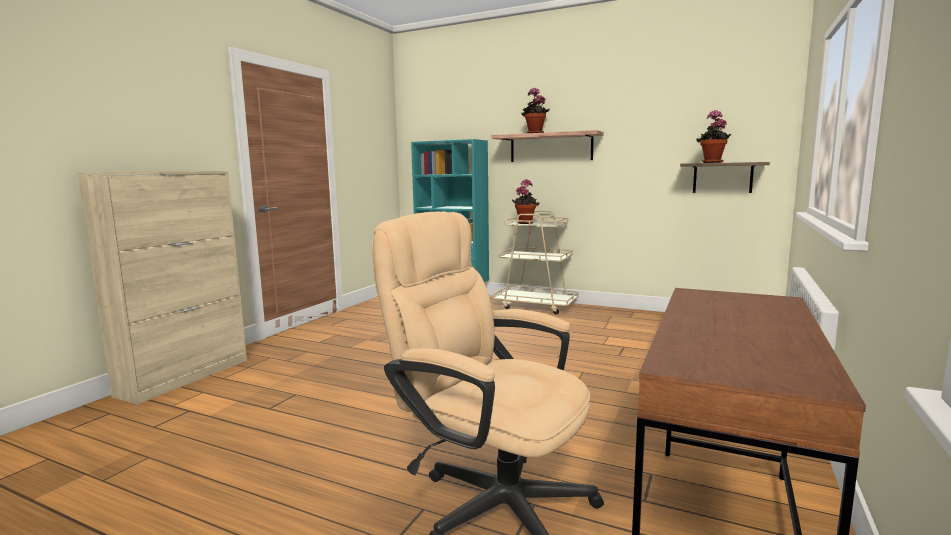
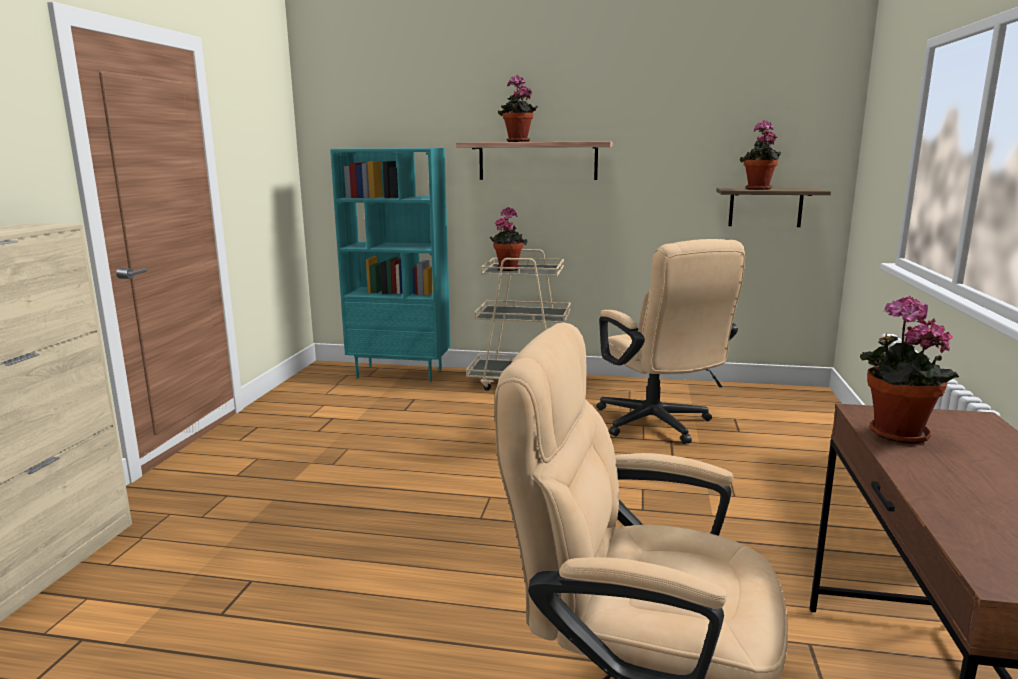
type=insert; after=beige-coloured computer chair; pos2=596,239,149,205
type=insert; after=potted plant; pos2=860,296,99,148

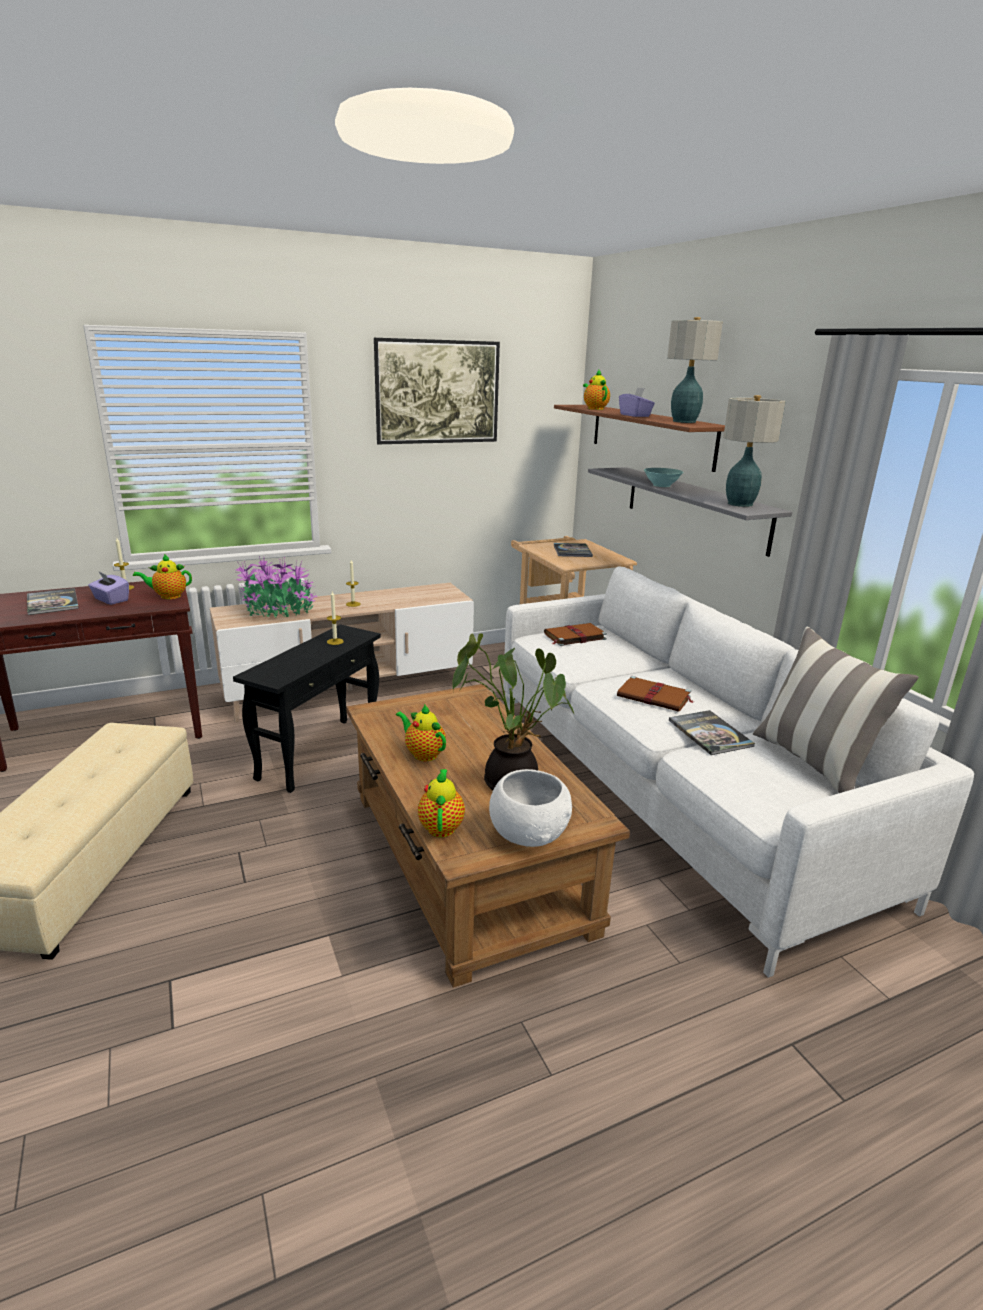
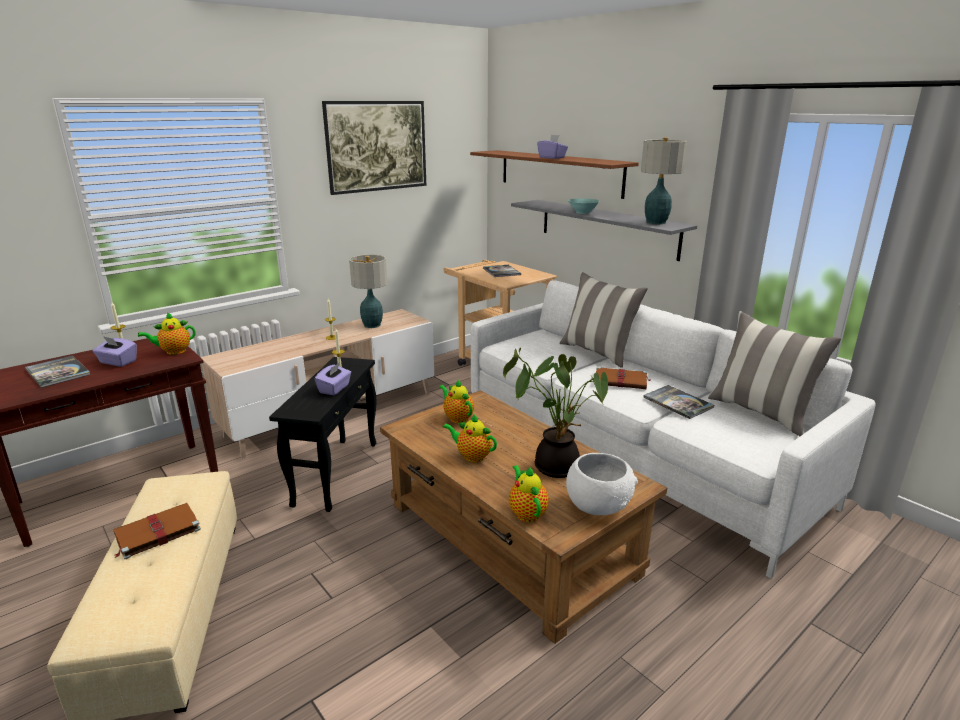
type=move; before=brown-coloured volume; pos1=544,623,63,23; pos2=113,503,88,56
type=insert; after=purple tissue holder; pos2=315,363,36,32
type=move; before=table lamp; pos1=667,317,56,106; pos2=349,255,38,73
type=move; before=pot for tea; pos1=583,370,27,40; pos2=439,380,35,43
type=insert; after=cushion; pos2=559,272,89,96
type=delete; before=potted plant; pos1=236,556,81,62

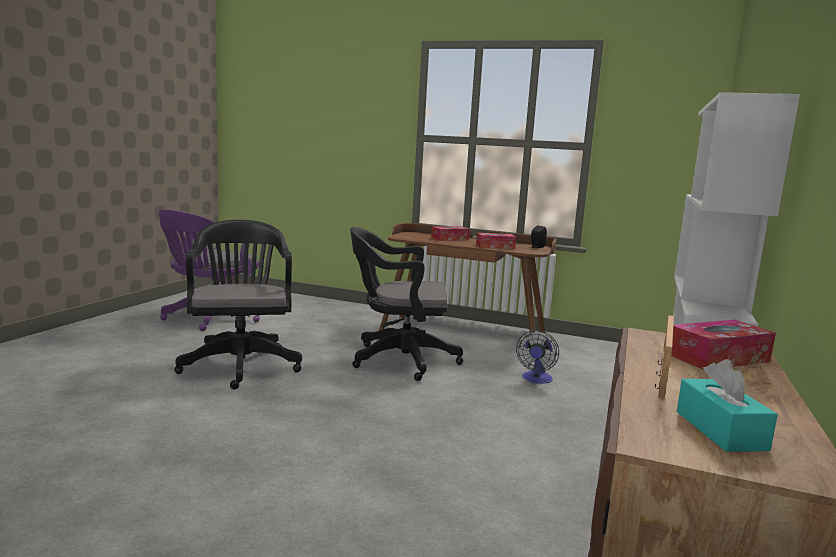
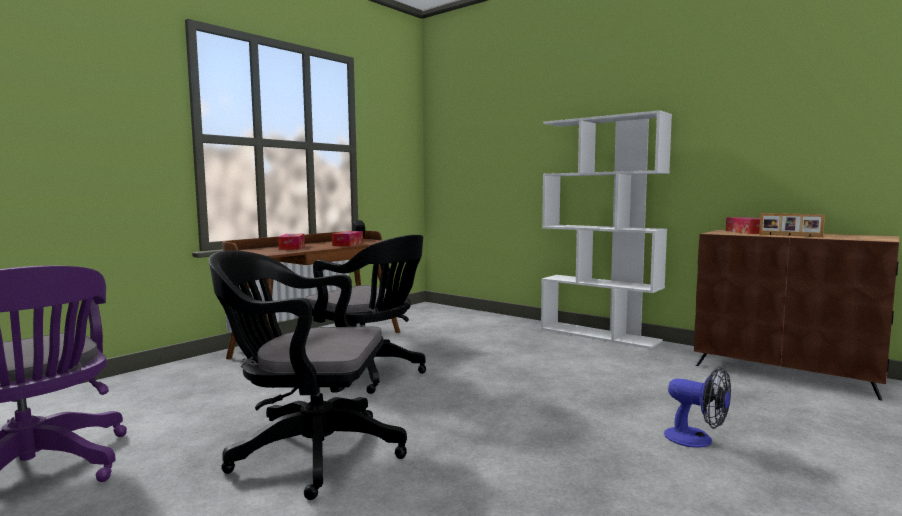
type=rotate; before=black computer chair; pos1=350,227,113,154; pos2=305,235,121,159; turn=-75
type=move; before=cooling fan; pos1=516,330,43,54; pos2=664,368,67,80
type=delete; before=turquoise tissue holder; pos1=677,359,101,93

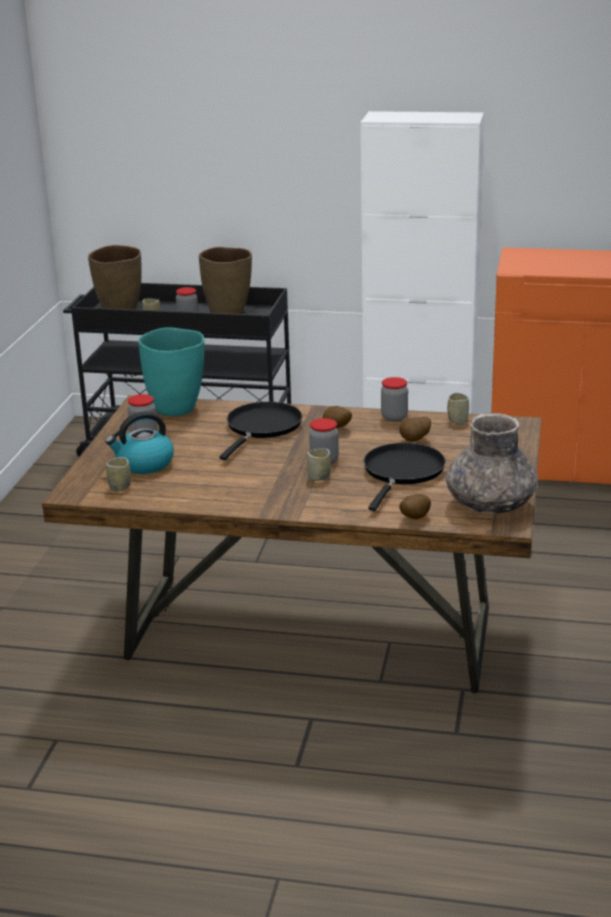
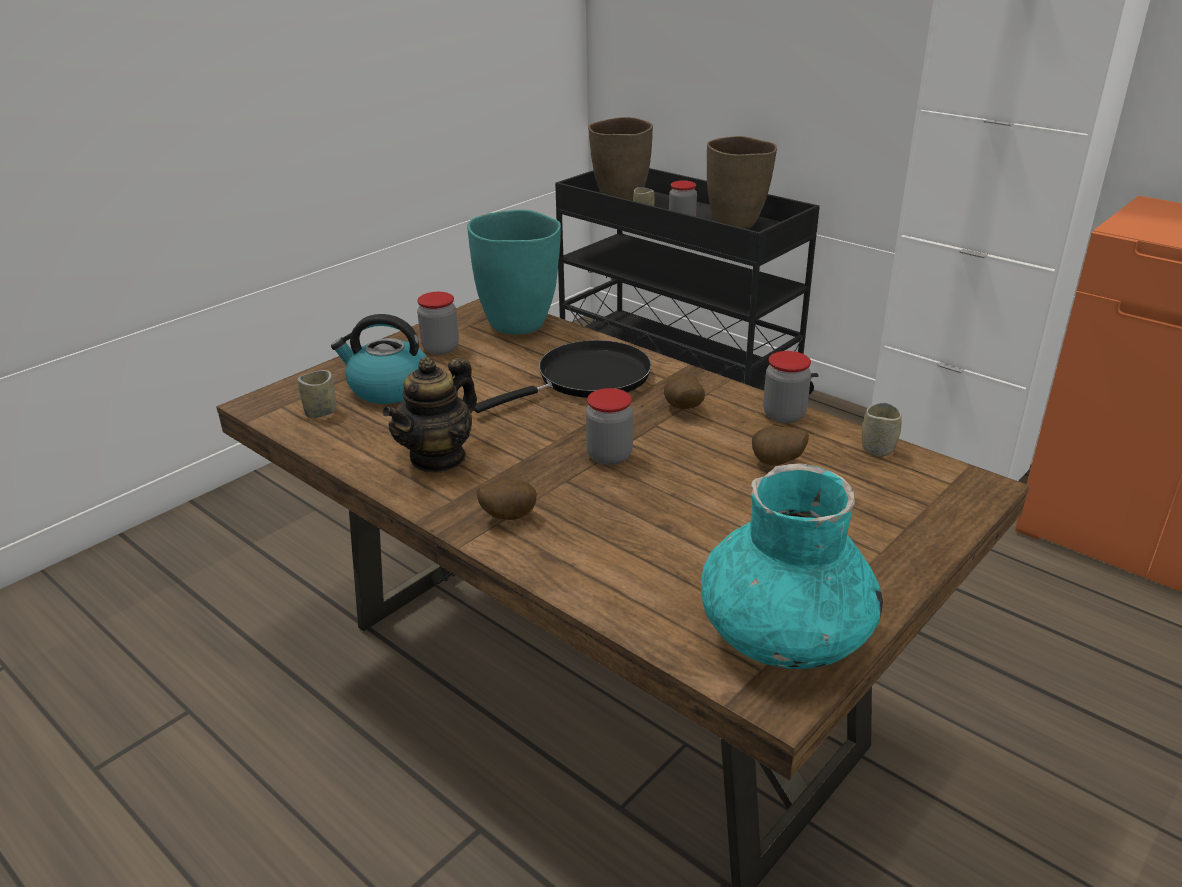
type=insert; after=pot for tea; pos2=382,356,95,117
type=move; before=spud; pos1=399,494,32,25; pos2=477,479,60,41
type=recolor; before=greyish decorative vase; after=turquoise decorative vase; pos1=446,413,92,101; pos2=701,463,182,206
type=delete; before=small cup; pos1=307,448,24,33
type=delete; before=black pan; pos1=363,443,83,68

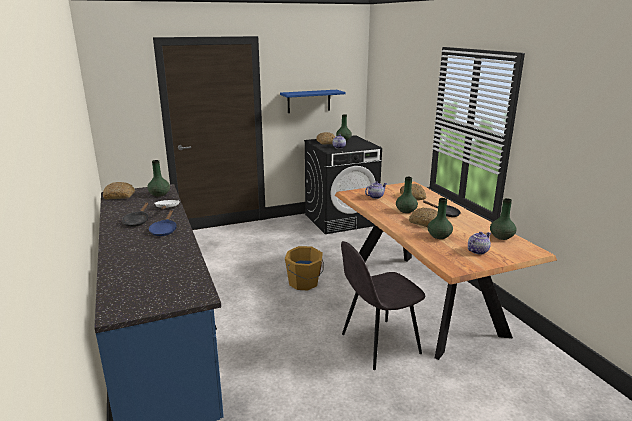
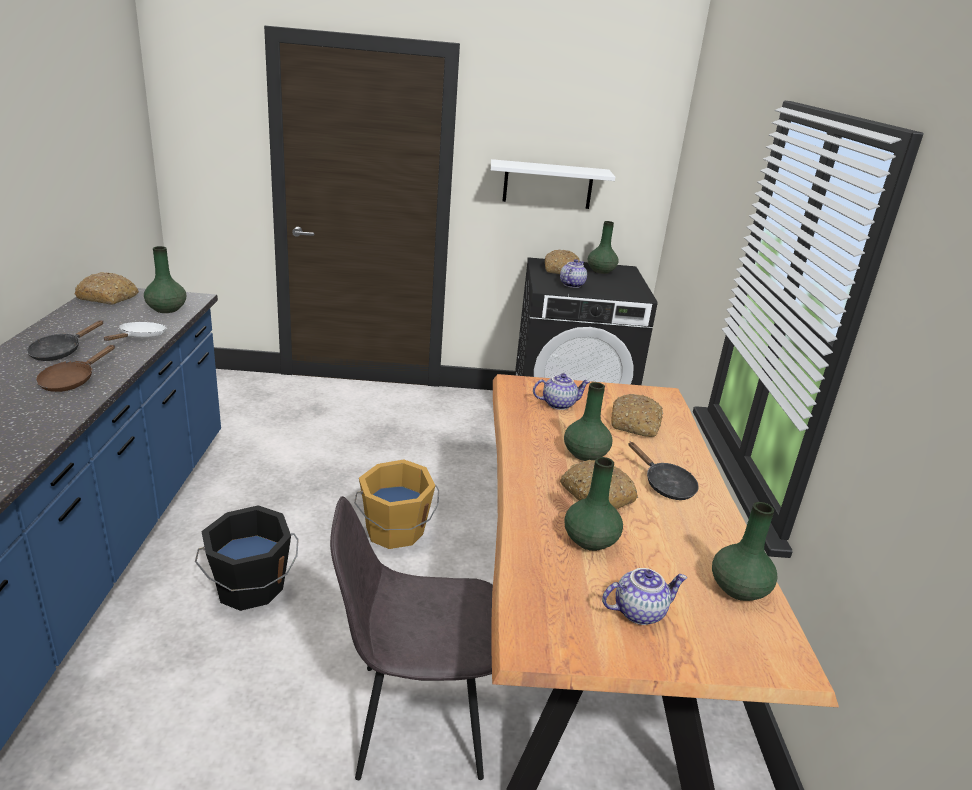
type=recolor; before=bluish pan; after=brown-coloured pan; pos1=149,210,28,26; pos2=36,345,79,47
type=insert; after=black bucket; pos2=195,505,104,106
type=recolor; before=bluish bracket shelf; after=whitish bracket shelf; pos1=280,90,66,23; pos2=491,159,124,50

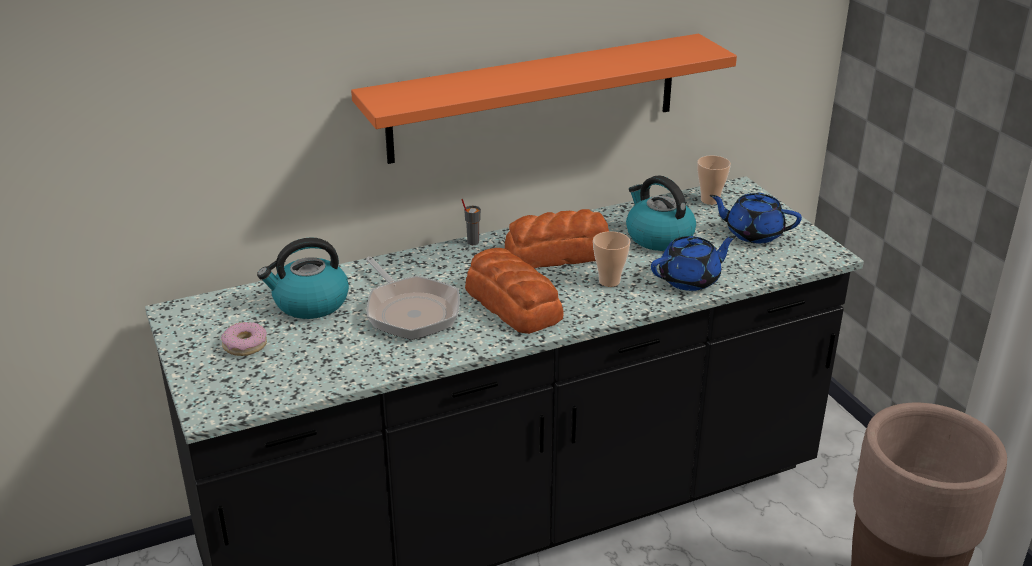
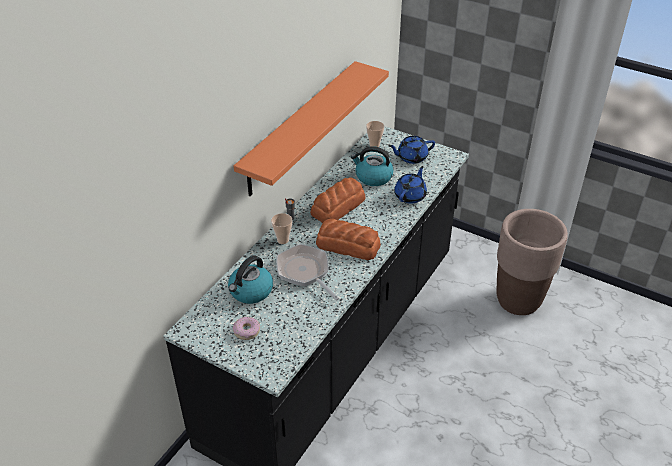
type=move; before=small cup; pos1=593,231,38,56; pos2=271,213,21,31
type=rotate; before=pan; pos1=366,257,94,83; pos2=276,244,63,57; turn=-150

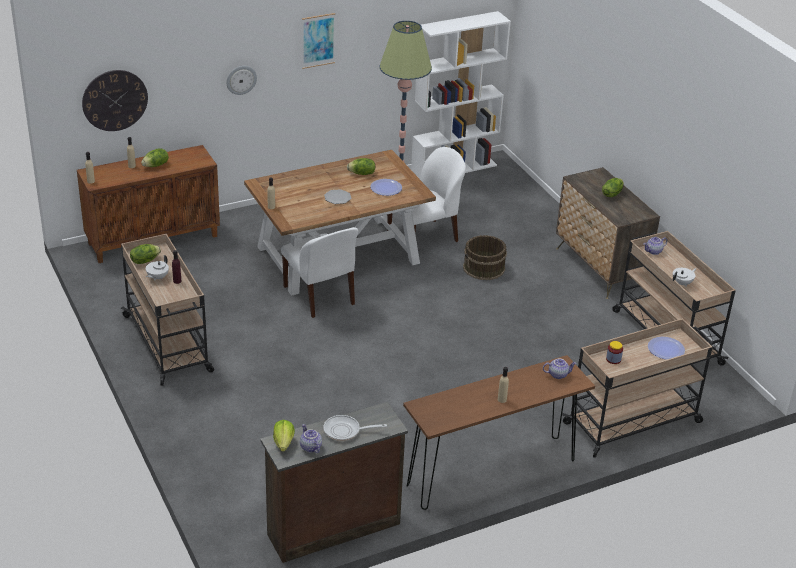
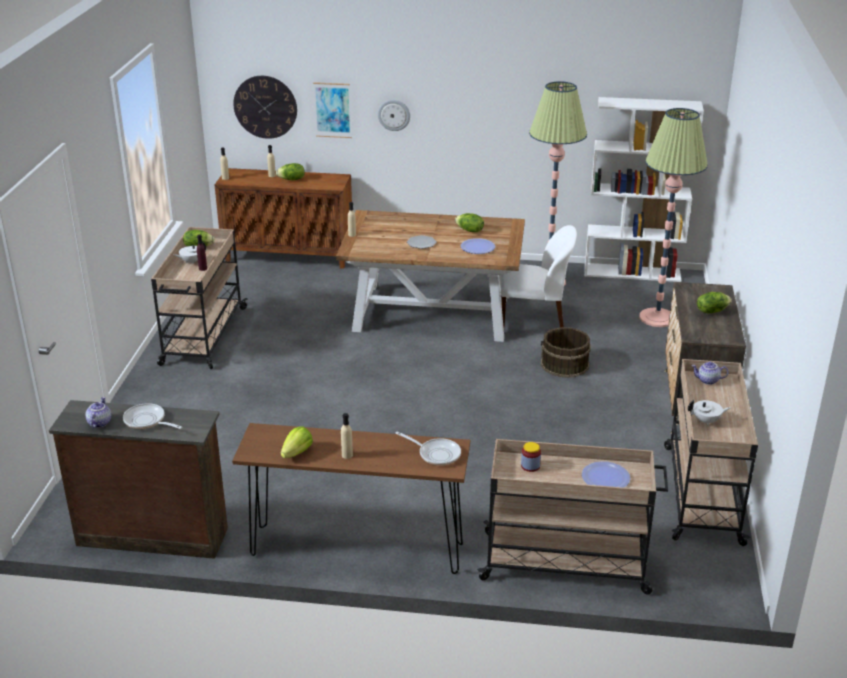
type=move; before=lettuce; pos1=273,420,22,32; pos2=281,426,32,32
type=move; before=wall art; pos1=302,13,34,56; pos2=313,82,39,56
type=replace; before=pot for tea; after=pan; pos1=543,359,34,20; pos2=395,432,66,34
type=insert; after=standard lamp; pos2=639,108,69,219
type=delete; before=whitish chair; pos1=281,227,77,91

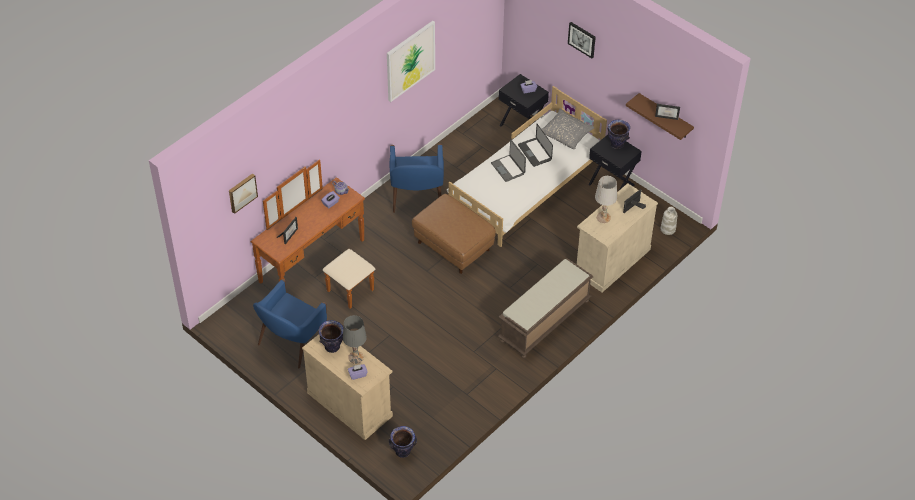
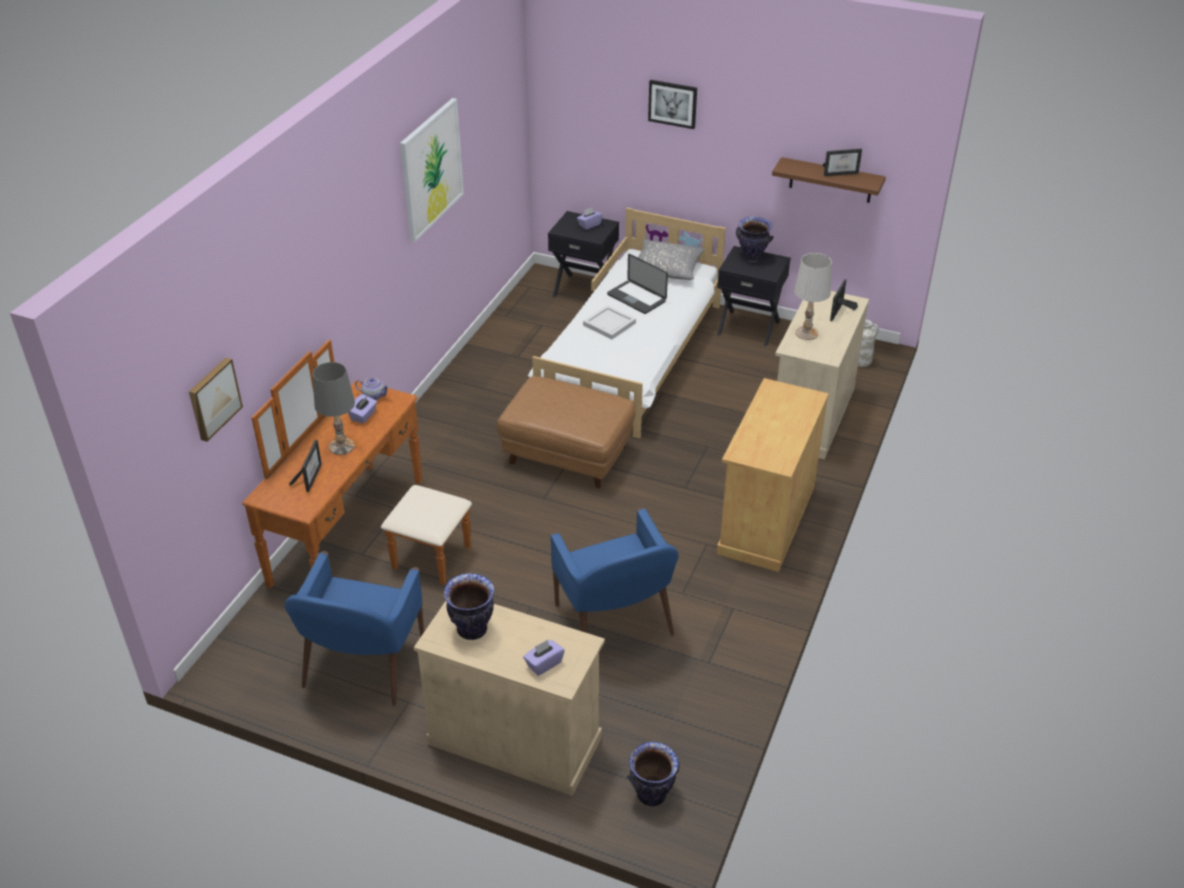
type=move; before=greyish table lamp; pos1=343,315,24,49; pos2=313,362,42,93
type=move; before=bluish lounge chair; pos1=390,144,54,69; pos2=550,507,129,129
type=replace; before=laptop; after=whitish tray; pos1=491,140,35,42; pos2=583,305,53,34
type=replace; before=brown-coloured long seat; after=beige-coloured storage cabinet; pos1=498,258,96,100; pos2=717,378,112,194

